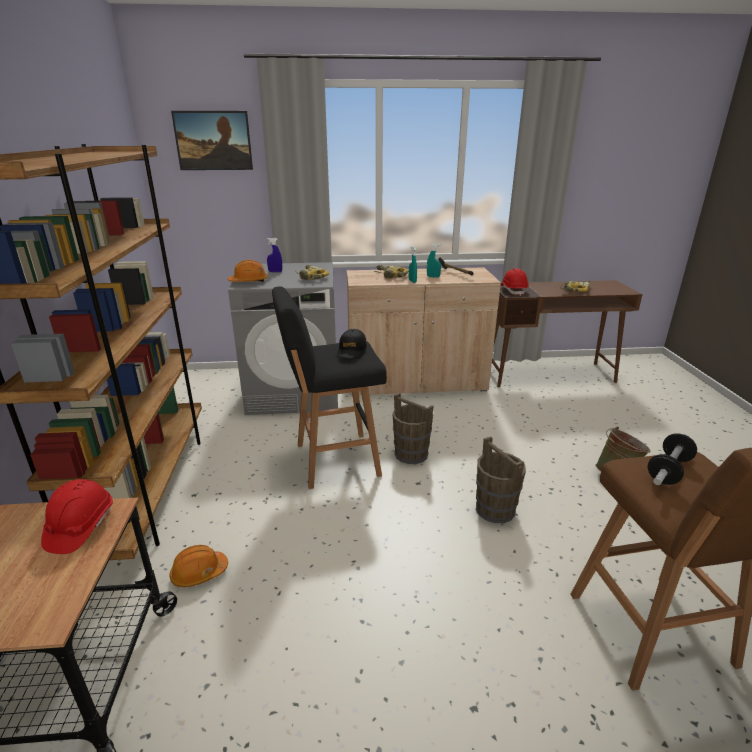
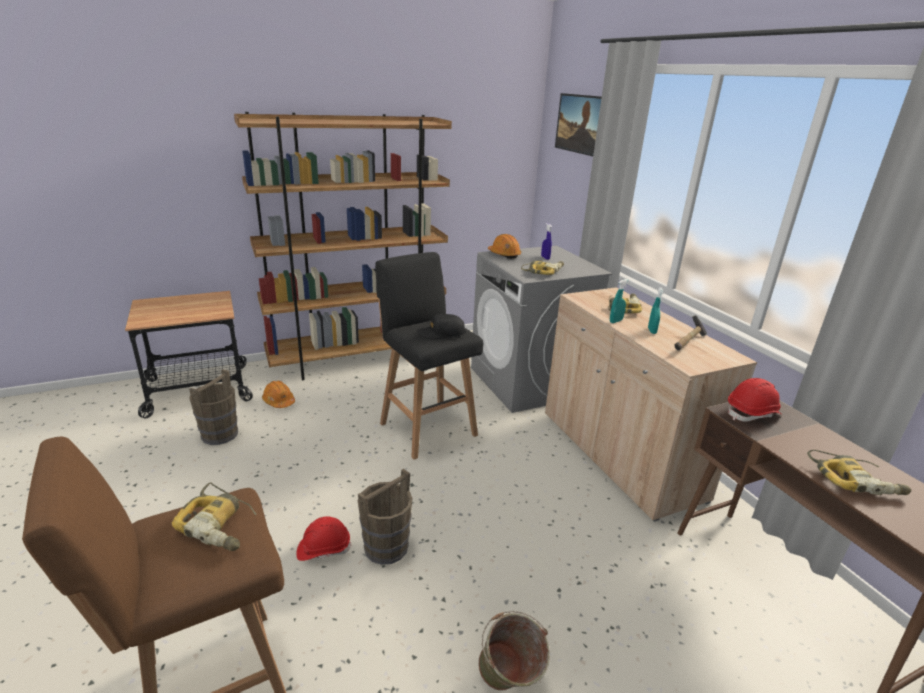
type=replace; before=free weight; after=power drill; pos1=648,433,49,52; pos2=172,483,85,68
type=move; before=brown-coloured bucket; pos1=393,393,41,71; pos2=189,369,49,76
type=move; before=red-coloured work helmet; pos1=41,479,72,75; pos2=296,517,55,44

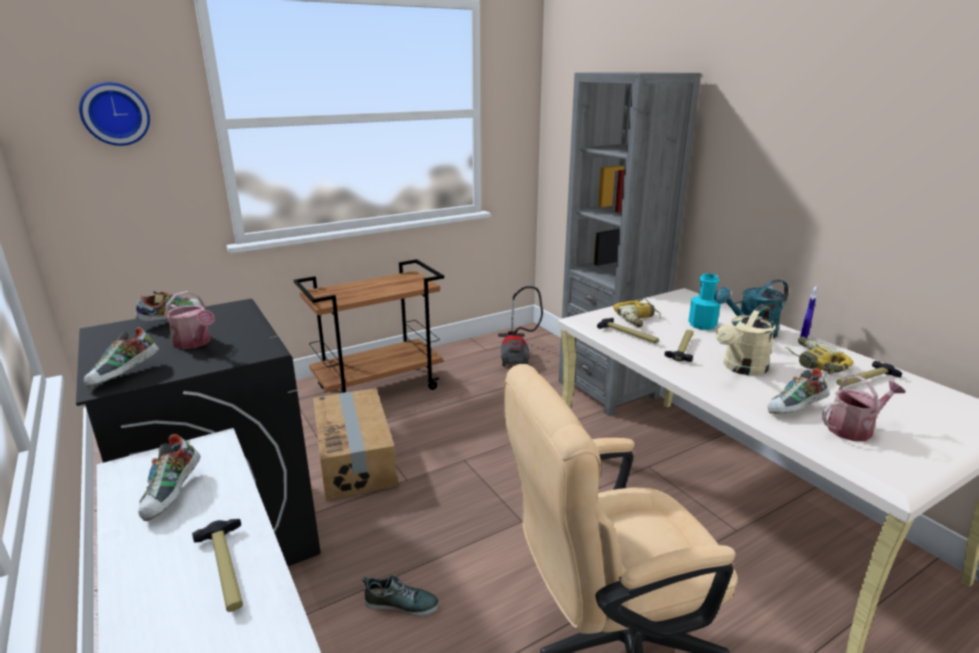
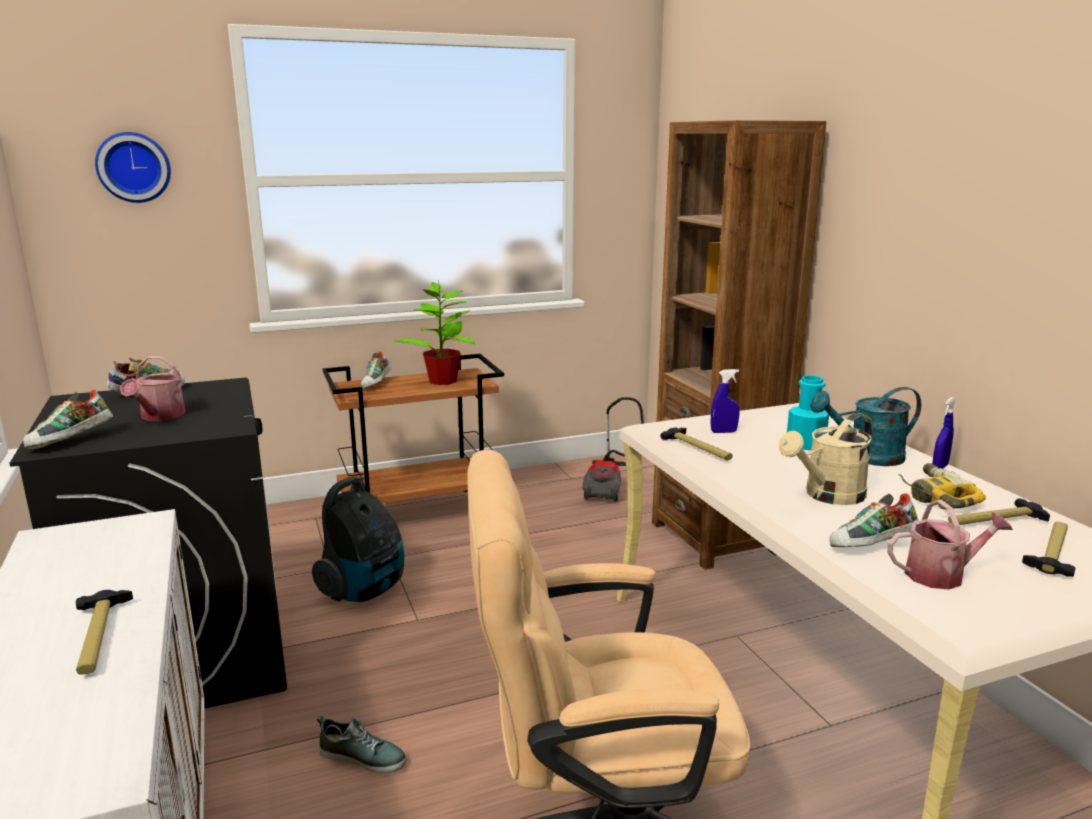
type=rotate; before=watering can; pos1=164,291,50,58; pos2=120,356,66,65; turn=45
type=replace; before=carton; after=vacuum cleaner; pos1=313,388,84,113; pos2=312,476,92,126
type=move; before=shoe; pos1=138,434,63,87; pos2=361,351,31,38
type=insert; after=potted plant; pos2=395,280,80,105
type=recolor; before=greyish bookcase; after=brown-coloured bookcase; pos1=559,72,142,344; pos2=652,120,174,450
type=replace; before=power drill; after=bluish hand sprayer; pos1=613,298,48,29; pos2=711,369,29,64
type=move; before=tool hammer; pos1=664,330,29,32; pos2=1022,522,54,55

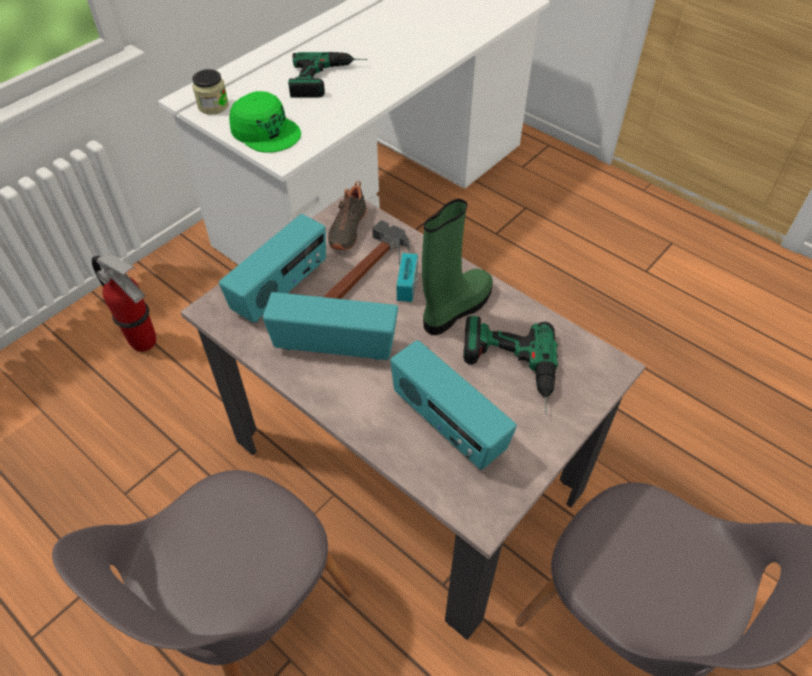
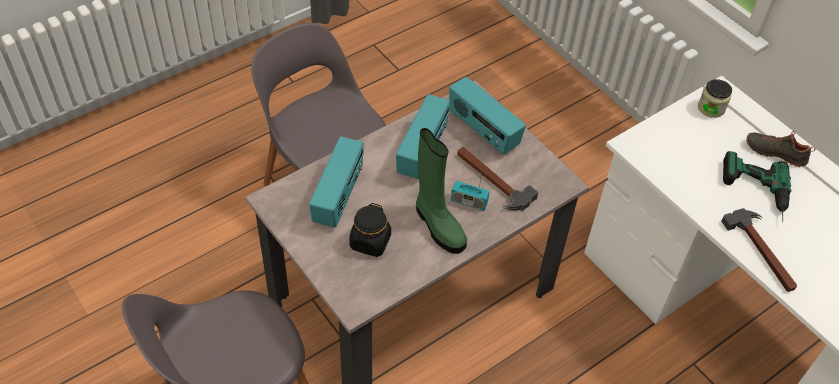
type=rotate; before=radio set; pos1=390,340,127,130; pos2=309,137,55,90; turn=135
type=replace; before=power drill; after=black preserve jar; pos1=463,316,95,98; pos2=349,203,42,54
type=insert; after=tool hammer; pos2=721,208,76,84
type=move; before=black shoe; pos1=328,181,39,69; pos2=747,131,69,36
type=delete; before=extinguisher; pos1=92,253,64,99
type=delete; before=greenish peaked cap; pos1=229,91,72,62

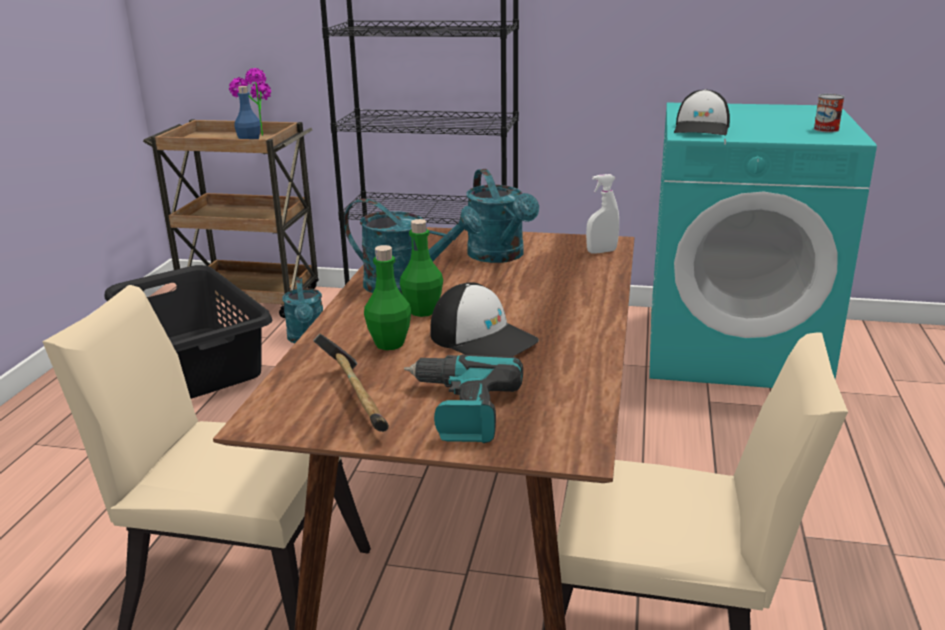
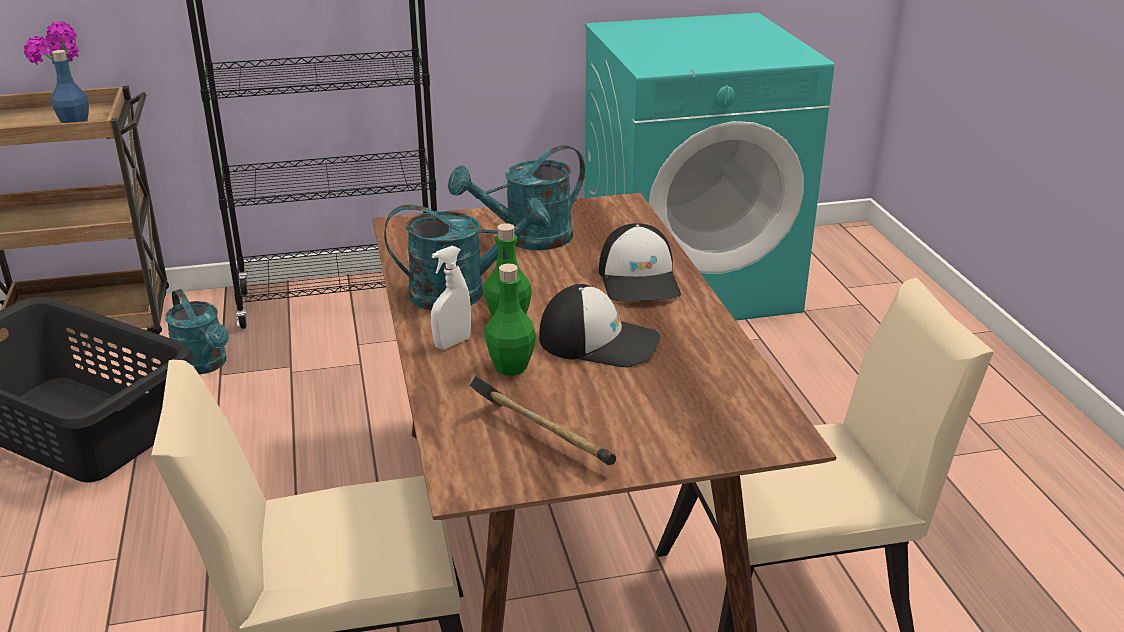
type=move; before=whitish hand sprayer; pos1=586,174,33,80; pos2=431,245,40,104
type=rotate; before=turquoise watering can; pos1=466,169,73,94; pos2=448,145,137,105; turn=105
type=move; before=peaked cap; pos1=674,89,56,46; pos2=599,223,82,79
type=delete; before=power drill; pos1=404,355,119,88
type=delete; before=sealed can; pos1=814,94,31,39

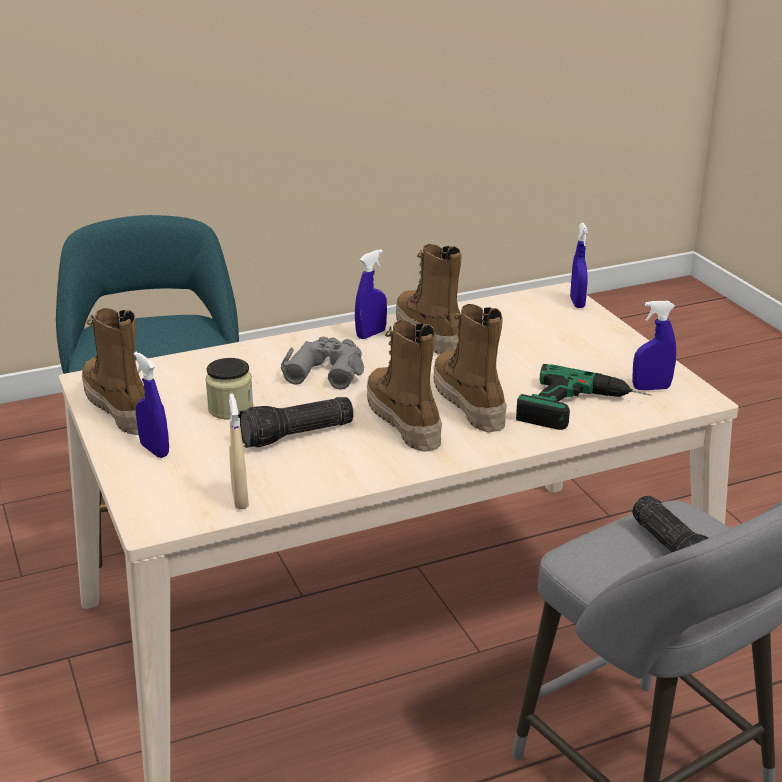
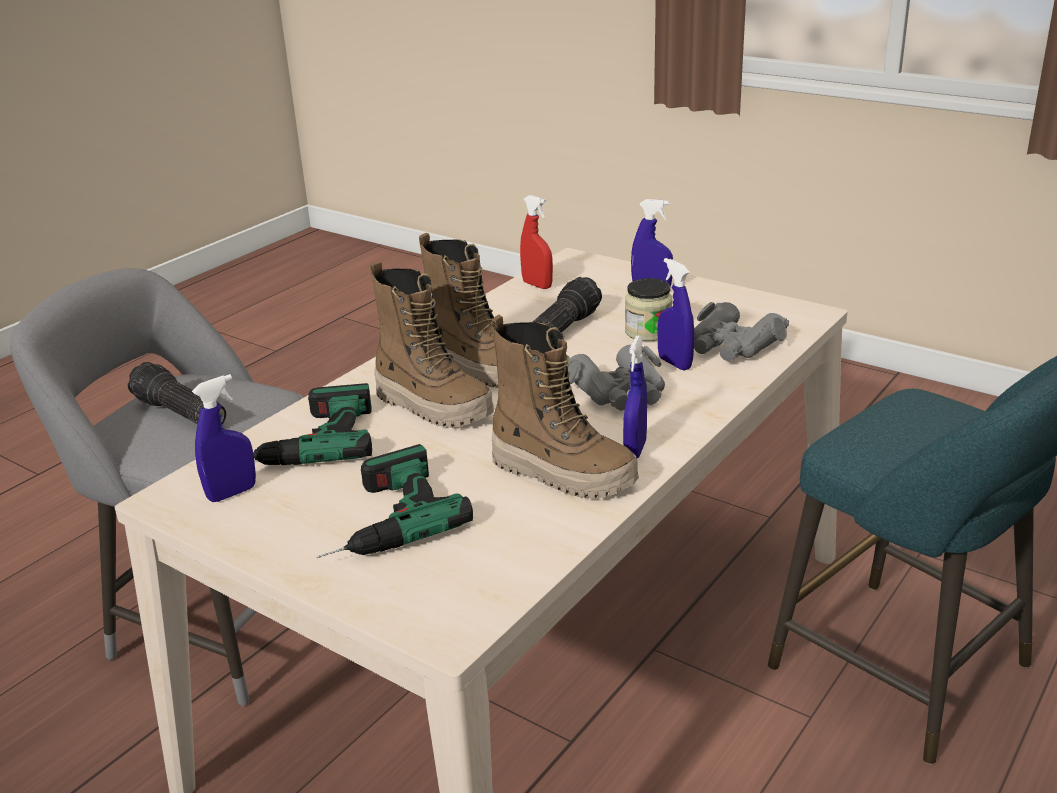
type=insert; after=power drill; pos2=317,444,156,114
type=recolor; before=beige-coloured hand sprayer; after=red-coloured hand sprayer; pos1=229,394,20,115; pos2=520,195,33,94
type=move; before=bluish hand sprayer; pos1=570,223,18,85; pos2=658,258,36,113
type=insert; after=greyish field glasses; pos2=694,302,95,59
type=delete; before=boot; pos1=82,308,63,127

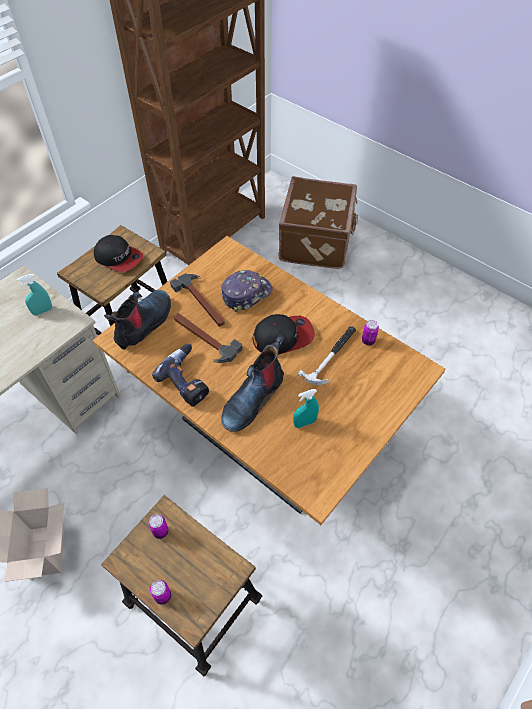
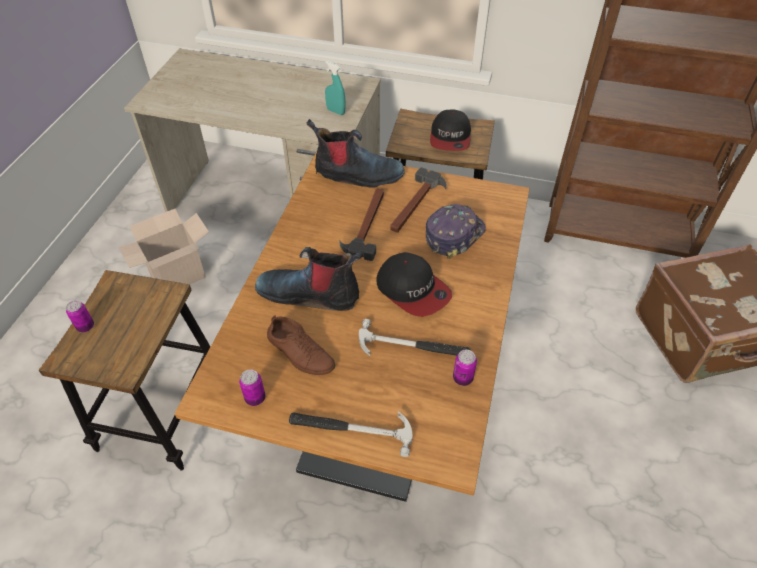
type=move; before=sealed can; pos1=148,514,21,25; pos2=239,369,26,37
type=replace; before=turquoise hand sprayer; after=brown-coloured shoe; pos1=293,389,26,39; pos2=267,315,68,60
type=insert; after=tool hammer; pos2=289,411,123,46
type=rotate; before=peaked cap; pos1=222,270,51,42; pos2=425,204,61,55; turn=-75
type=delete; before=power drill; pos1=152,344,57,63

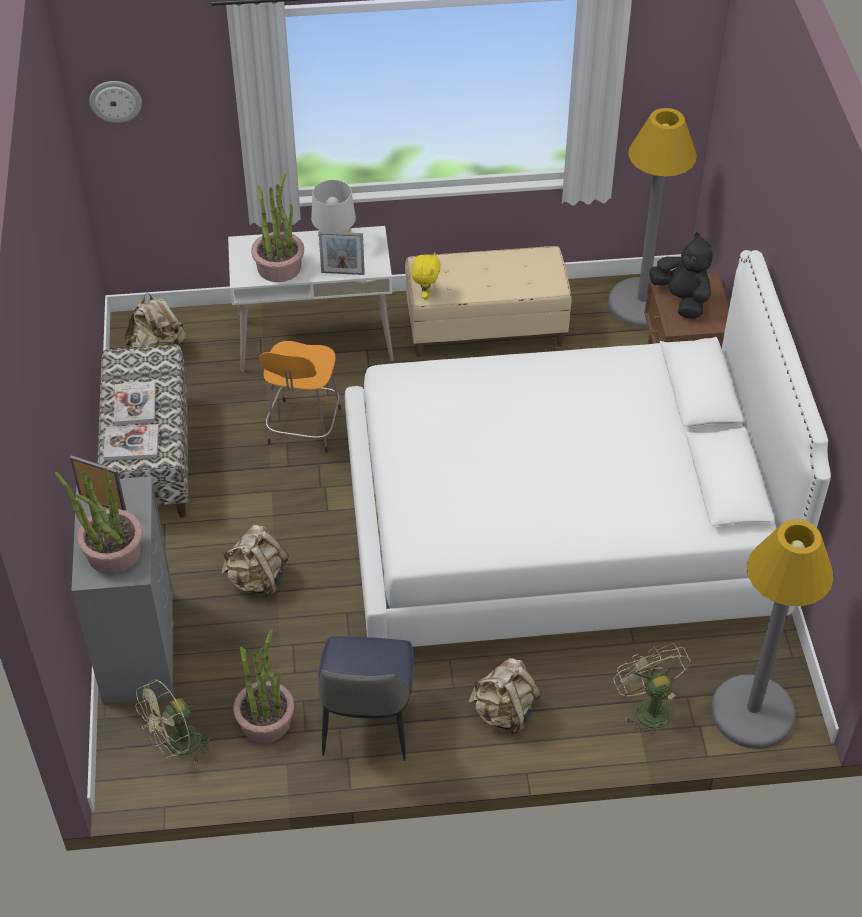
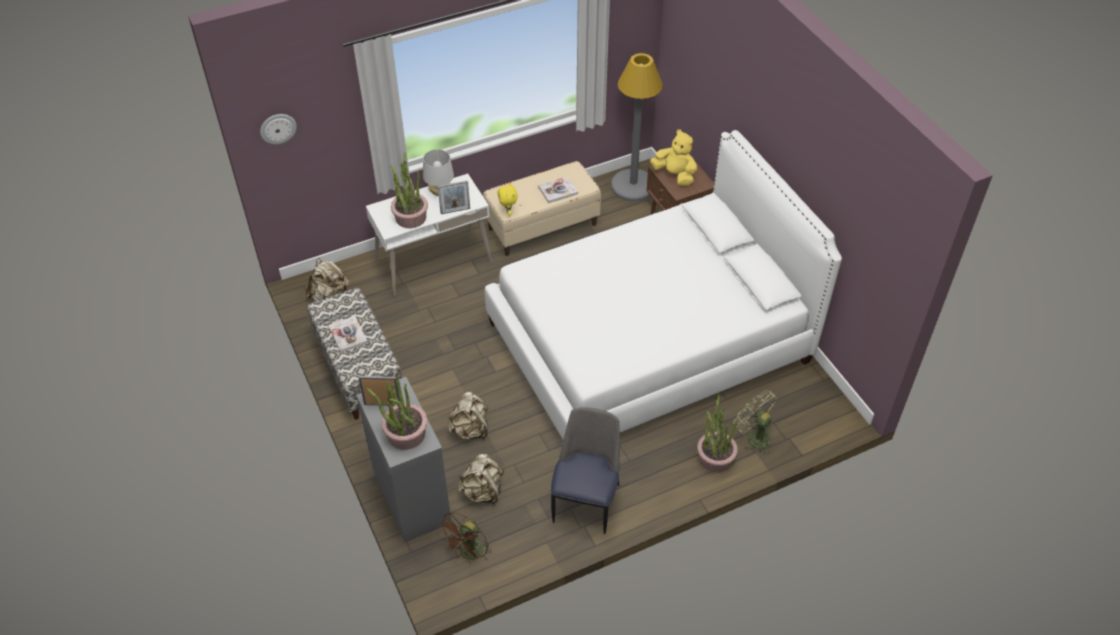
type=recolor; before=greenish cooling fan; after=brown-coloured cooling fan; pos1=135,679,78,85; pos2=437,512,55,51
type=move; before=beige-coloured rucksack; pos1=469,658,73,77; pos2=458,454,46,51
type=move; before=volume; pos1=103,424,56,37; pos2=538,176,40,27
type=rotate; before=chair; pos1=318,636,96,125; pos2=551,407,69,127; turn=-150
type=recolor; before=black soft toy; after=yellow-coloured soft toy; pos1=649,232,64,87; pos2=650,129,47,57
type=move; before=potted plant; pos1=233,629,61,114; pos2=697,395,41,77
type=delete; before=orange-coloured stool; pos1=259,341,82,112
type=delete; before=greyish standard lamp; pos1=711,519,123,230

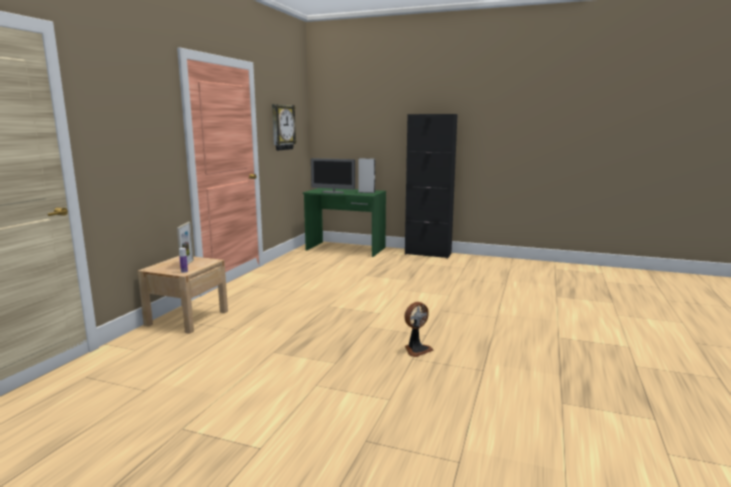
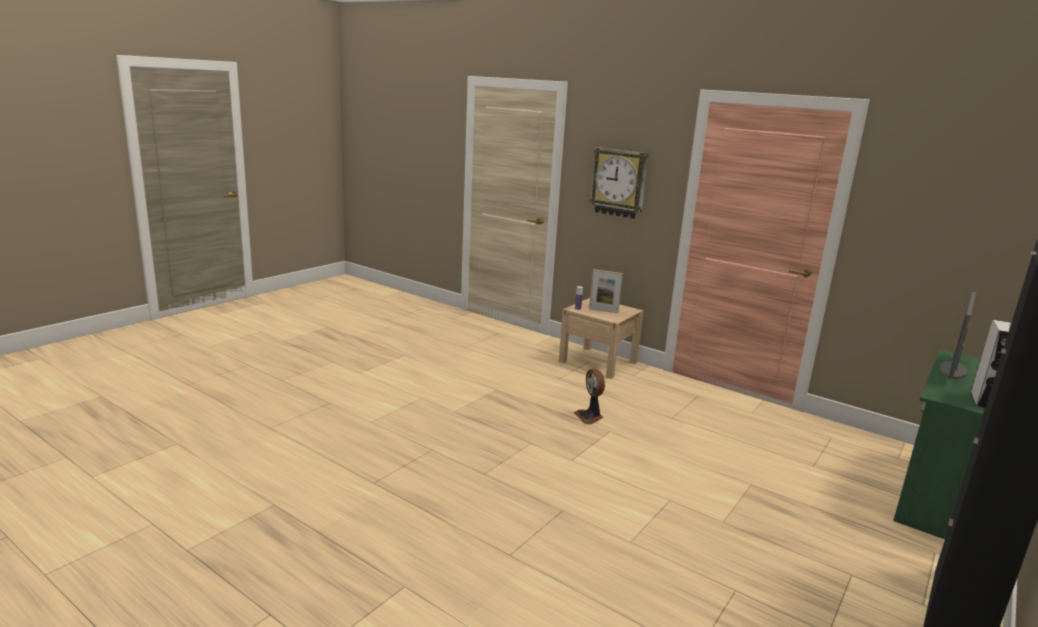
type=move; before=cooling fan; pos1=404,302,30,55; pos2=574,368,31,56
type=move; before=clock on the wall; pos1=272,104,25,47; pos2=589,147,60,72

